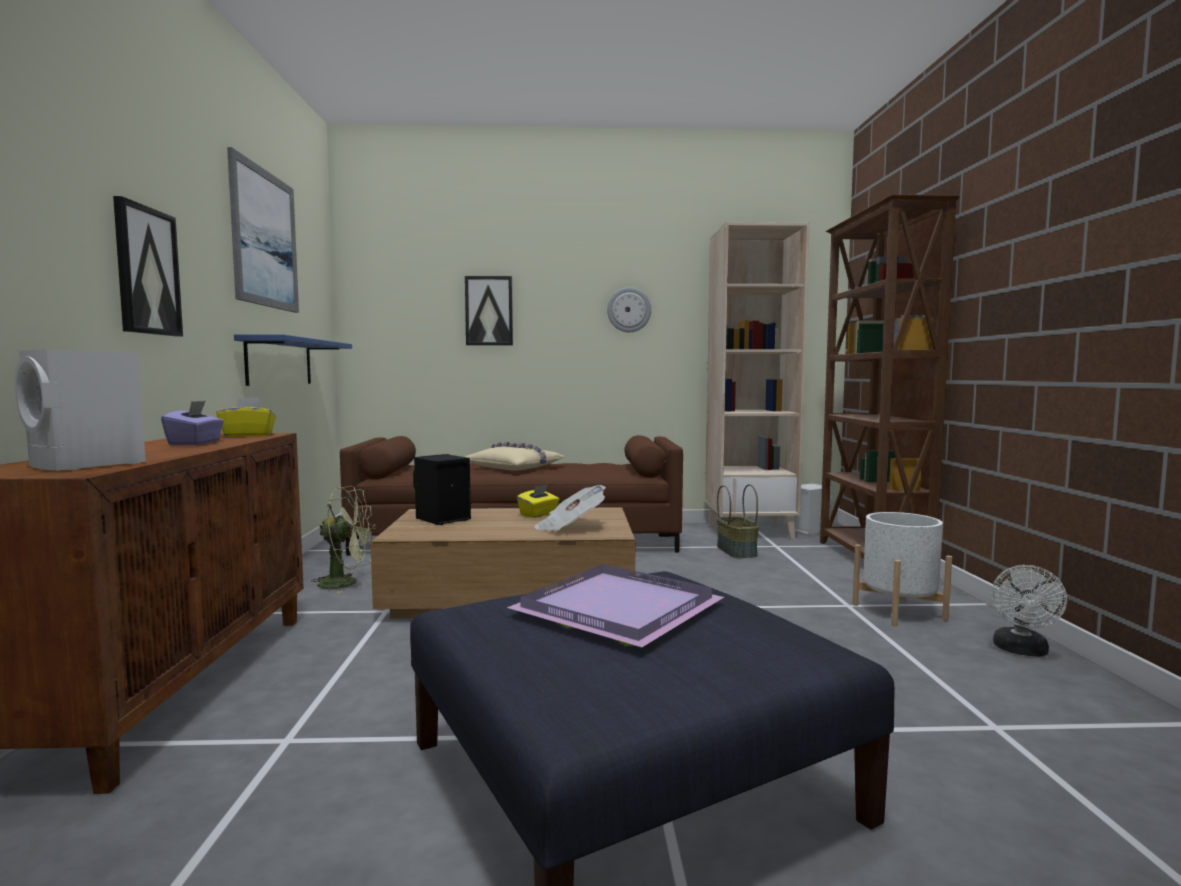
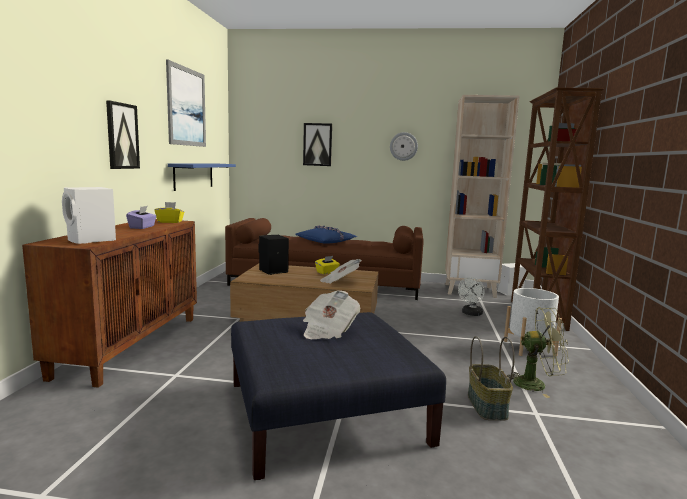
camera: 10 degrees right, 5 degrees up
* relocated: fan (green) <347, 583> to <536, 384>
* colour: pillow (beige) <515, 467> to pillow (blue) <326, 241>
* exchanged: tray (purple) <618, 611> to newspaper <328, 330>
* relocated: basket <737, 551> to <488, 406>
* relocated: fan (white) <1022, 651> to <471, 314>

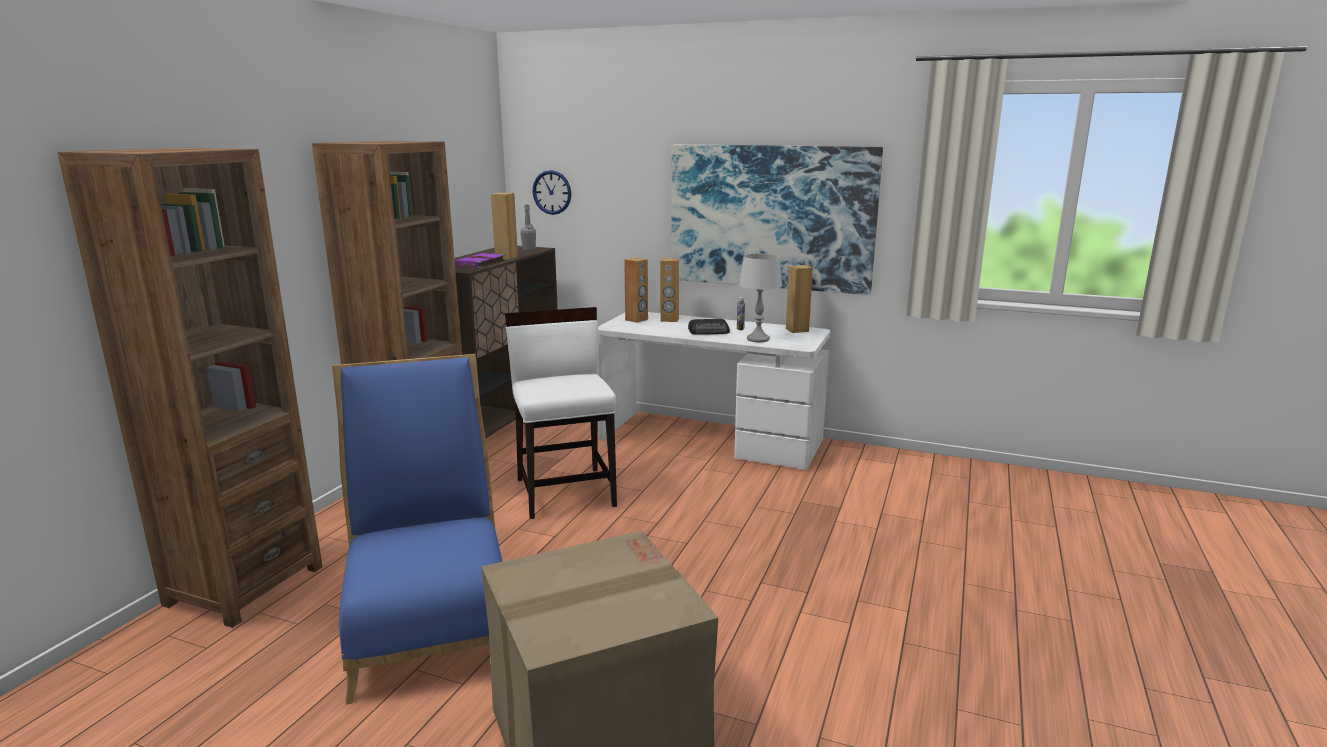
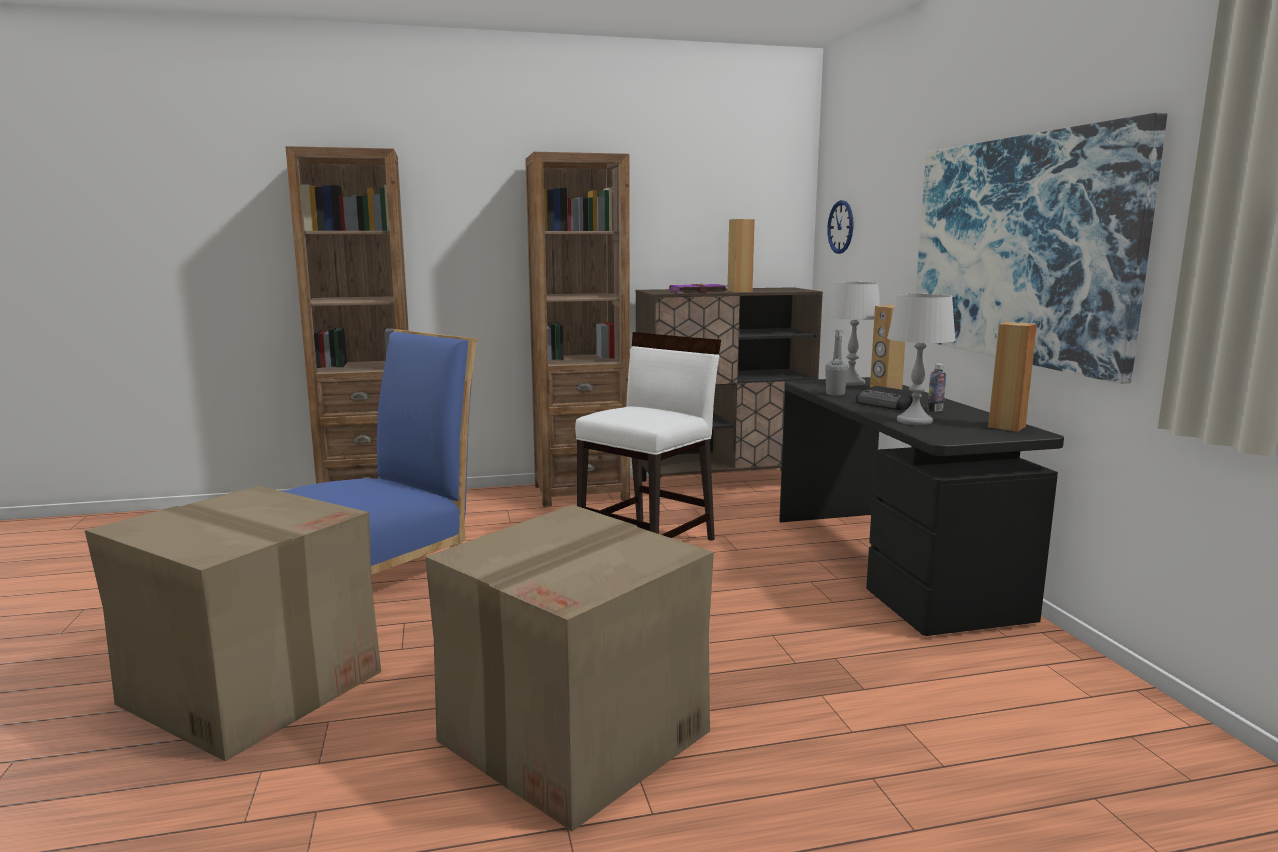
camera: 55 degrees right, 5 degrees down
* relocated: bottle (grey) <529, 250> to <835, 394>
* colour: desk (white) <710, 439> to desk (black) <891, 564>
* exchanged: speaker (brown) <637, 319> to table lamp (grey) <851, 383>
* appeared: cardboard box <576, 735>

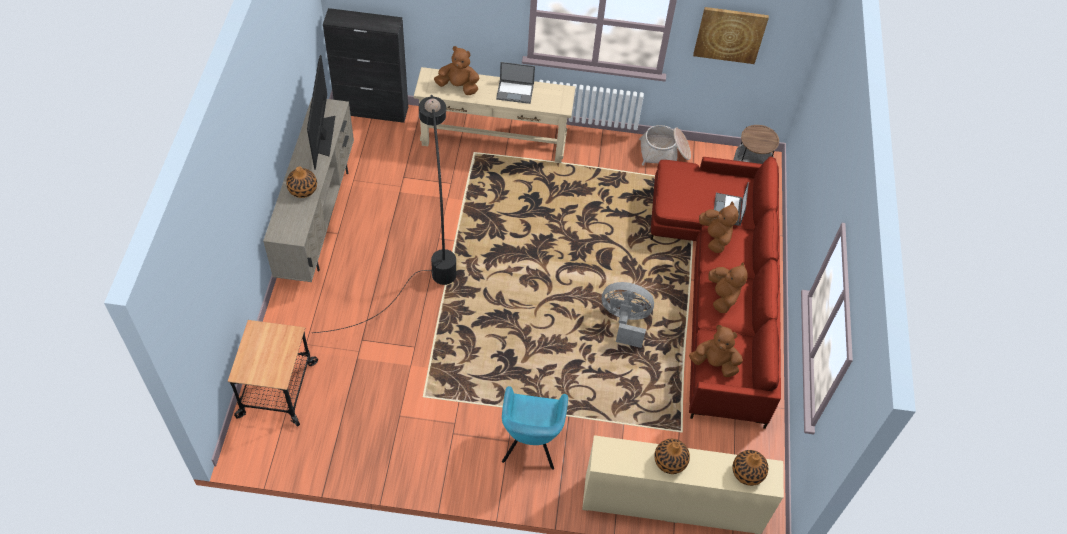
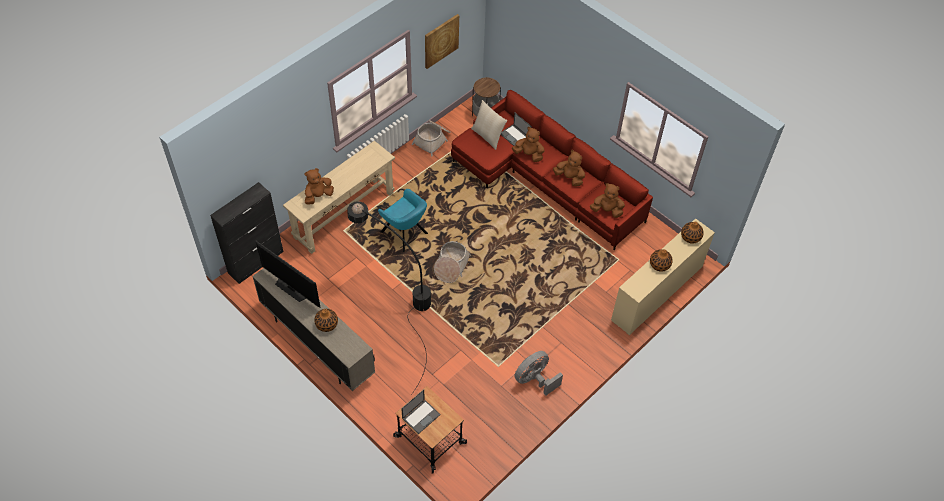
camera: 50 degrees left, 0 degrees up
* relocated: laptop <515, 91> to <421, 416>
* relocated: armchair (turquoise) <530, 444> to <405, 234>
* relocated: fan (grey) <625, 321> to <534, 379>
* spun: plush toy (brown) <714, 363> = <607, 210> 45 degrees clockwise
* appeared: basket <451, 266>
* appeared: pillow (beige) <488, 136>

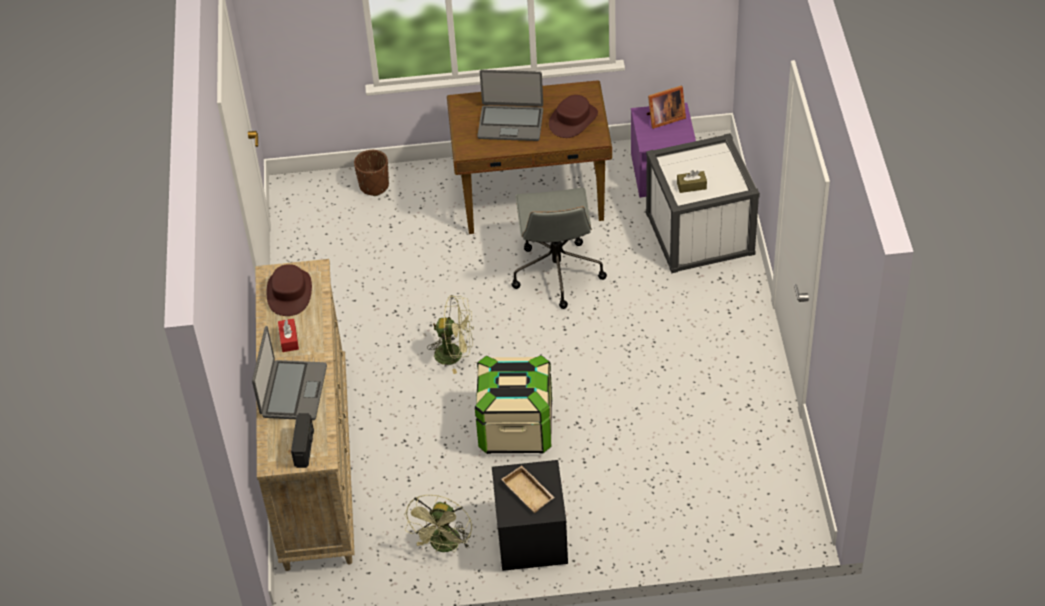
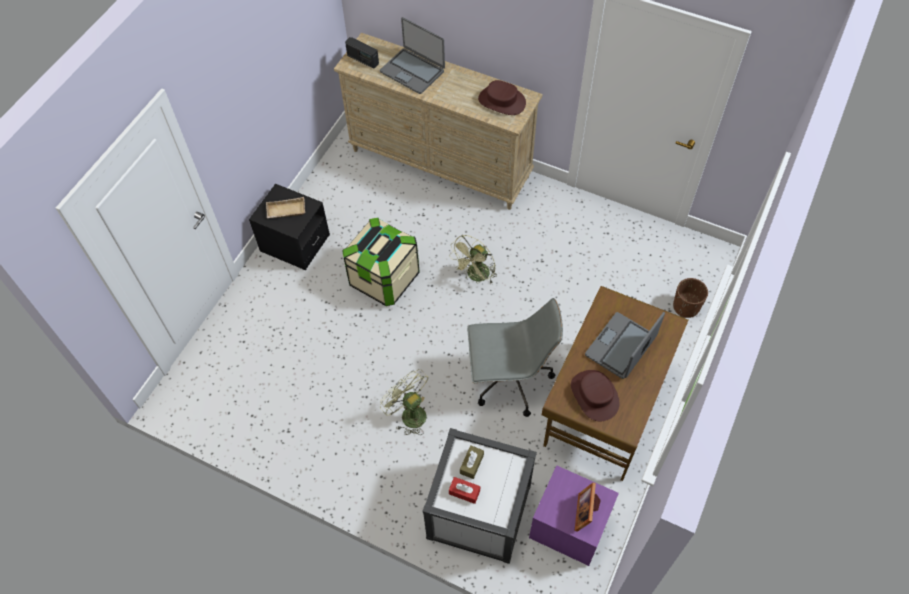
camera: 120 degrees right, 10 degrees up
* relocated: tissue box (red) <289, 339> to <464, 492>
* relocated: fan (green) <444, 546> to <409, 413>
* spun: office chair (grey) <556, 272> = <509, 380> 150 degrees clockwise

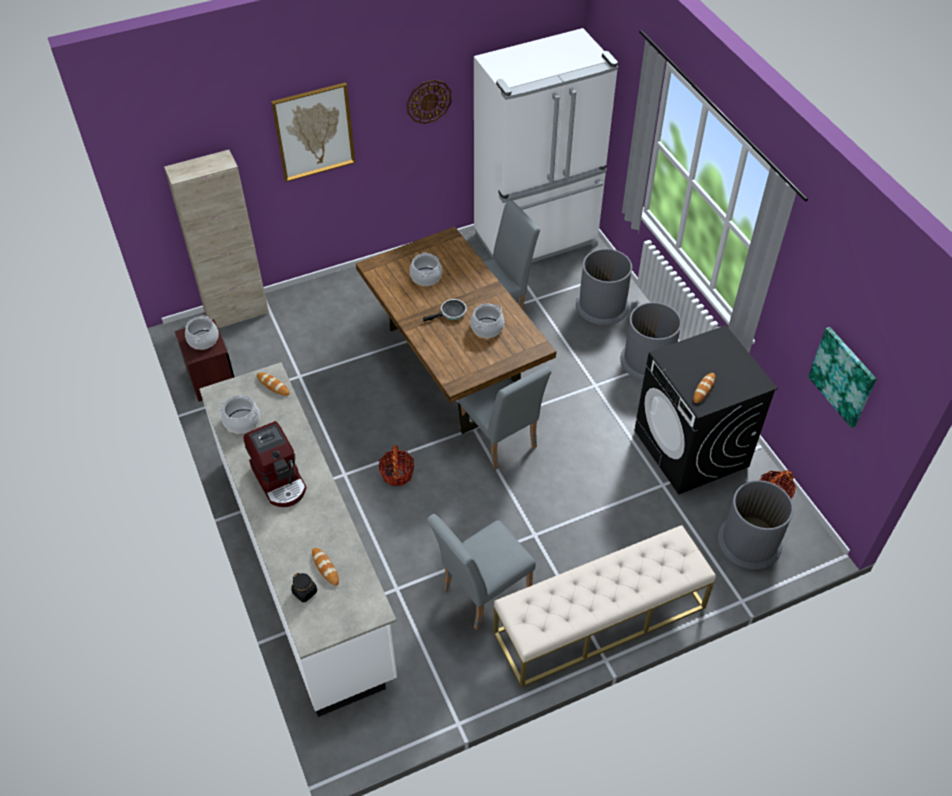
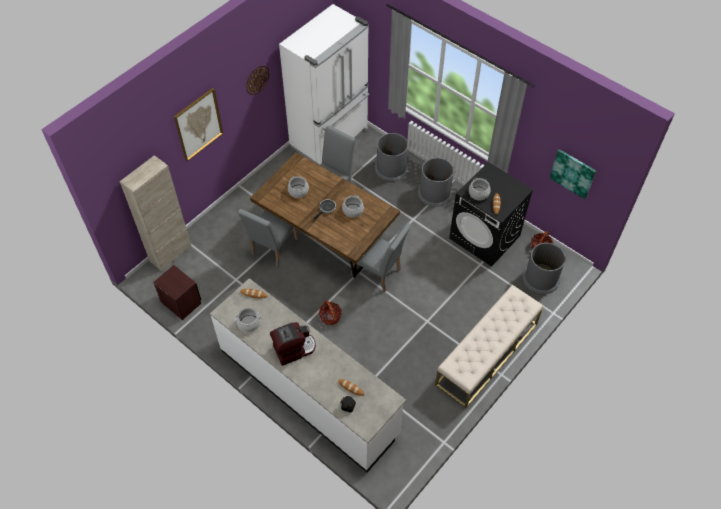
camera: 25 degrees left, 5 degrees up
* relocated: cooking pot <203, 340> to <479, 193>
* spun: coffee machine <280, 480> = <294, 349> 60 degrees counterclockwise
* relocated: chair (grey) <481, 594> to <272, 249>

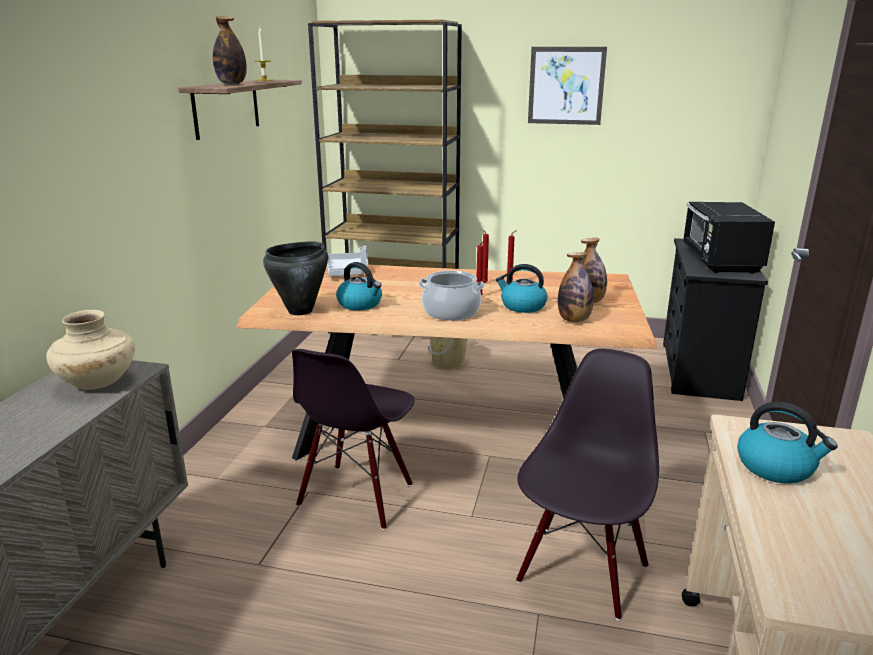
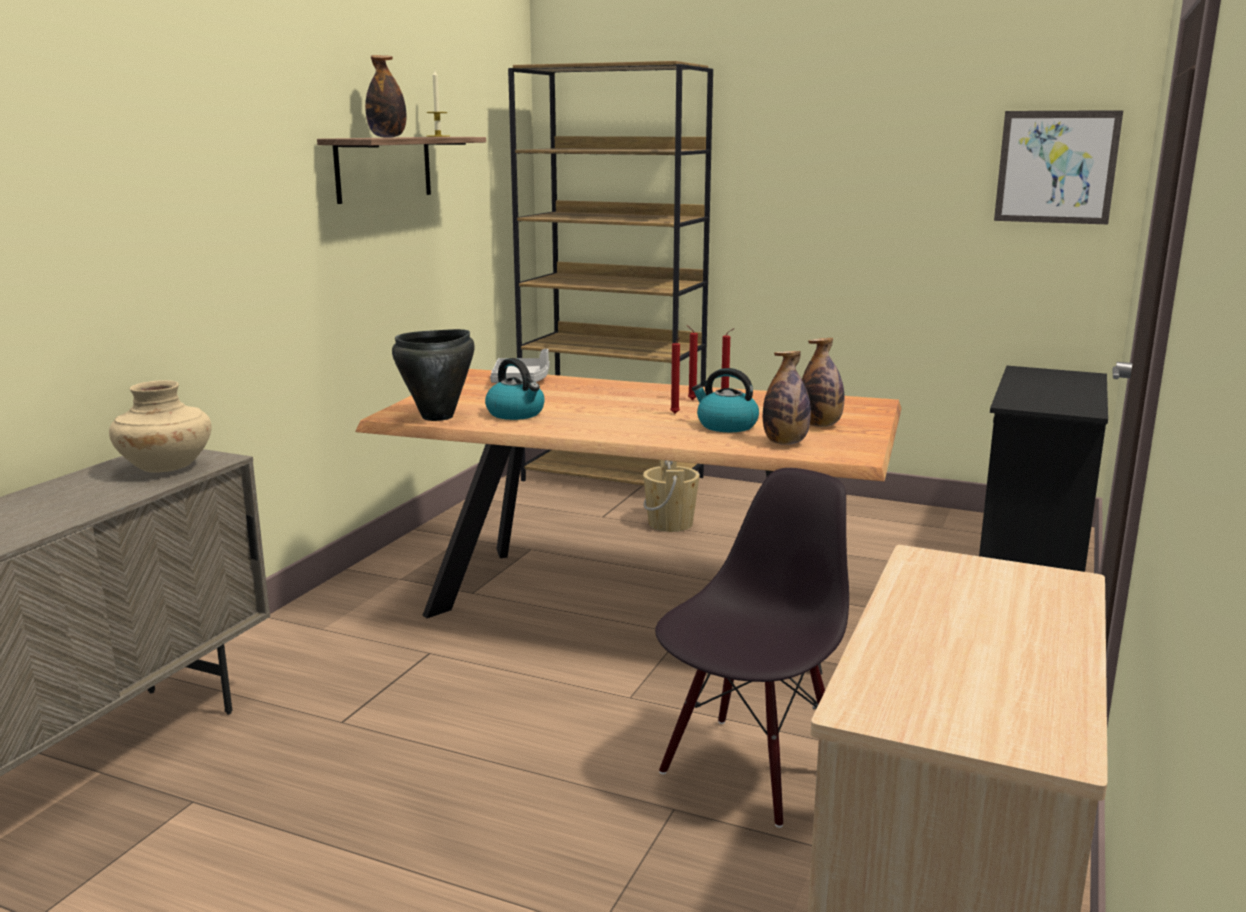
camera: 10 degrees right, 5 degrees down
* missing: chair (black) <357, 496>
* missing: cooking pot <451, 312>
* relocated: picture <566, 86> to <1056, 167>
* missing: microwave (black) <720, 262>
* missing: kettle <776, 467>

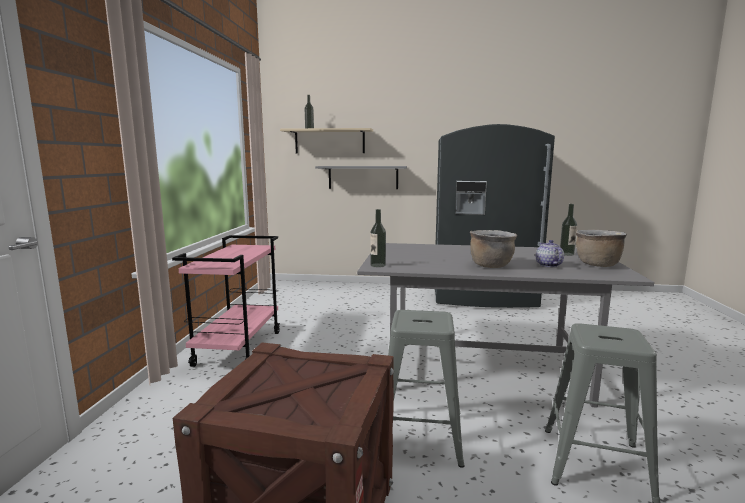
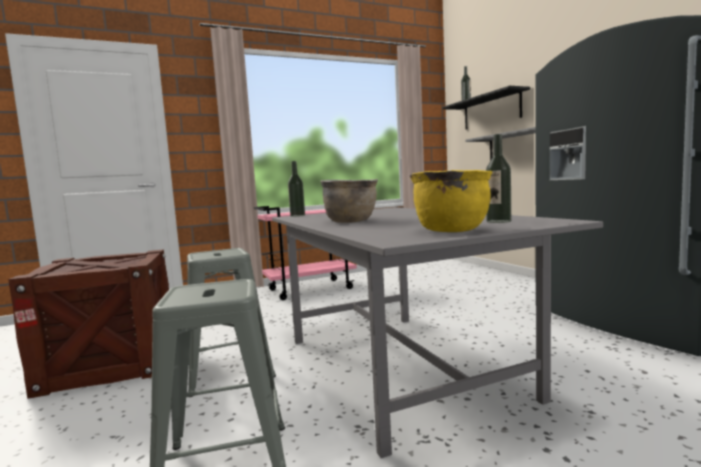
camera: 60 degrees right, 5 degrees down
* colour: shelf (beige) <329, 141> to shelf (black) <491, 111>
* missing: teapot <548, 265>
* colour: cooking pot (brown) <597, 264> to cooking pot (yellow) <451, 230>

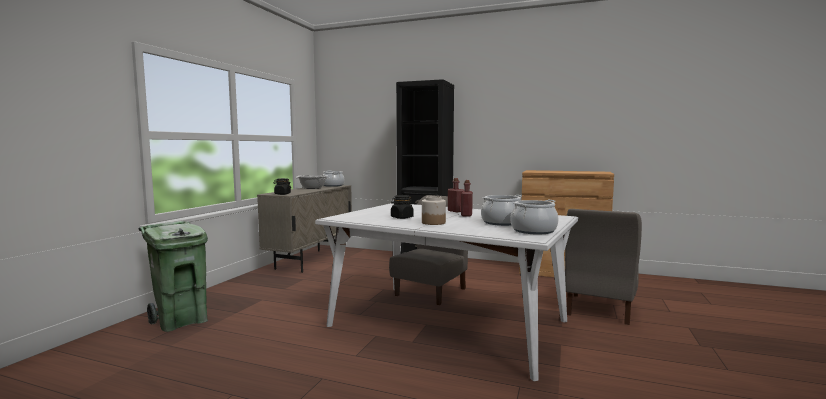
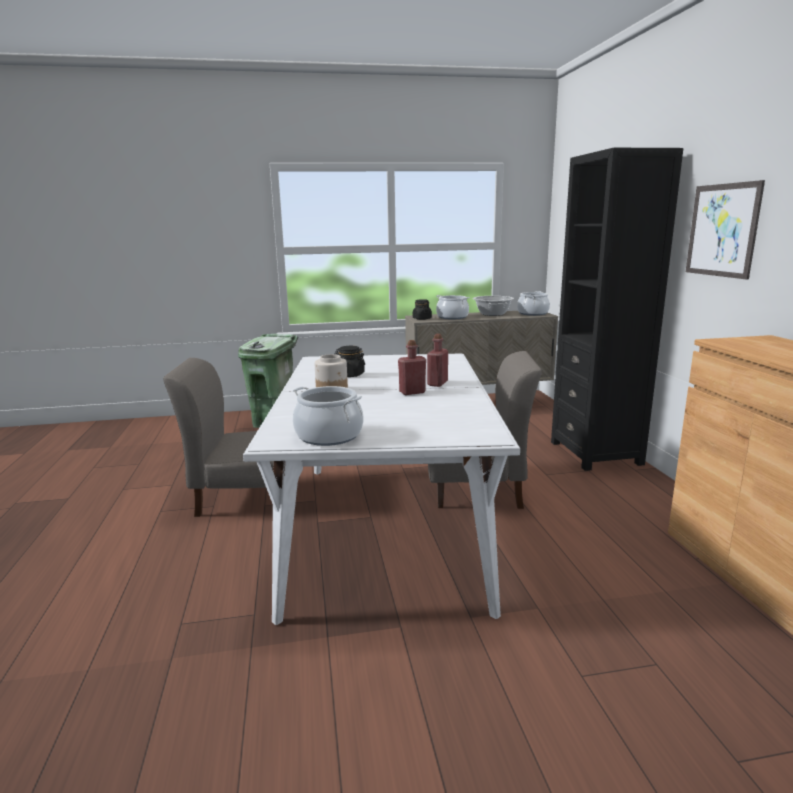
camera: 60 degrees right, 10 degrees up
* relocated: cooking pot <501, 222> to <452, 317>
* relocated: chair (grey) <598, 309> to <244, 497>
* appeared: picture <722, 230>

